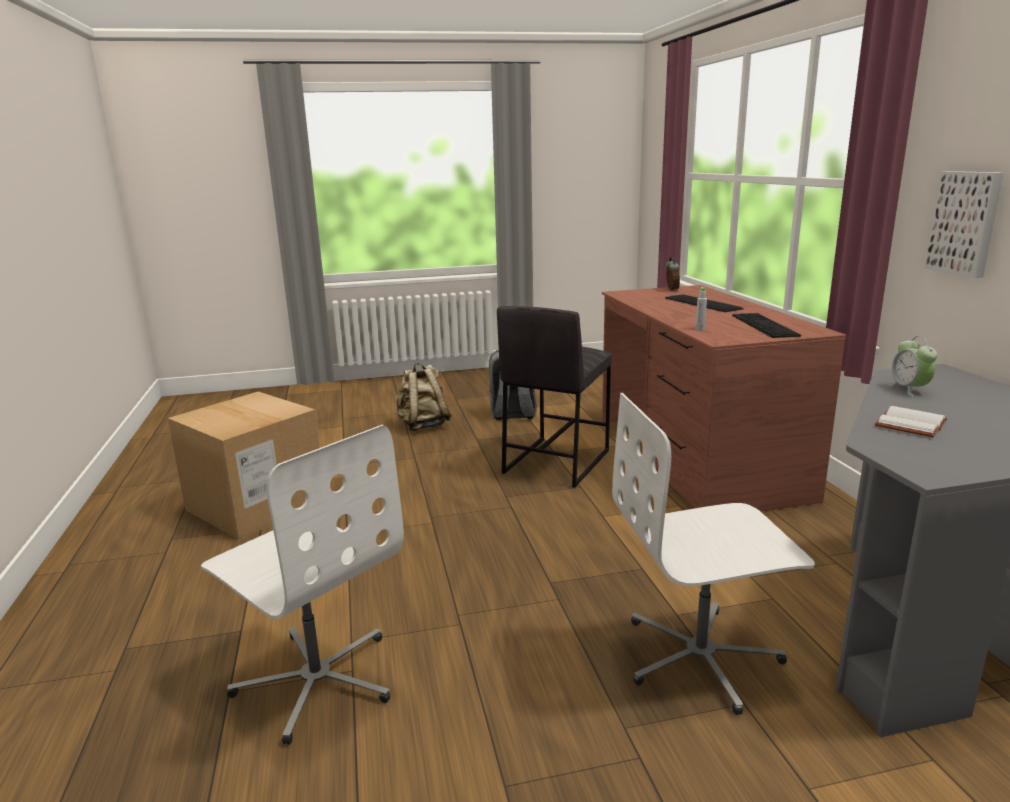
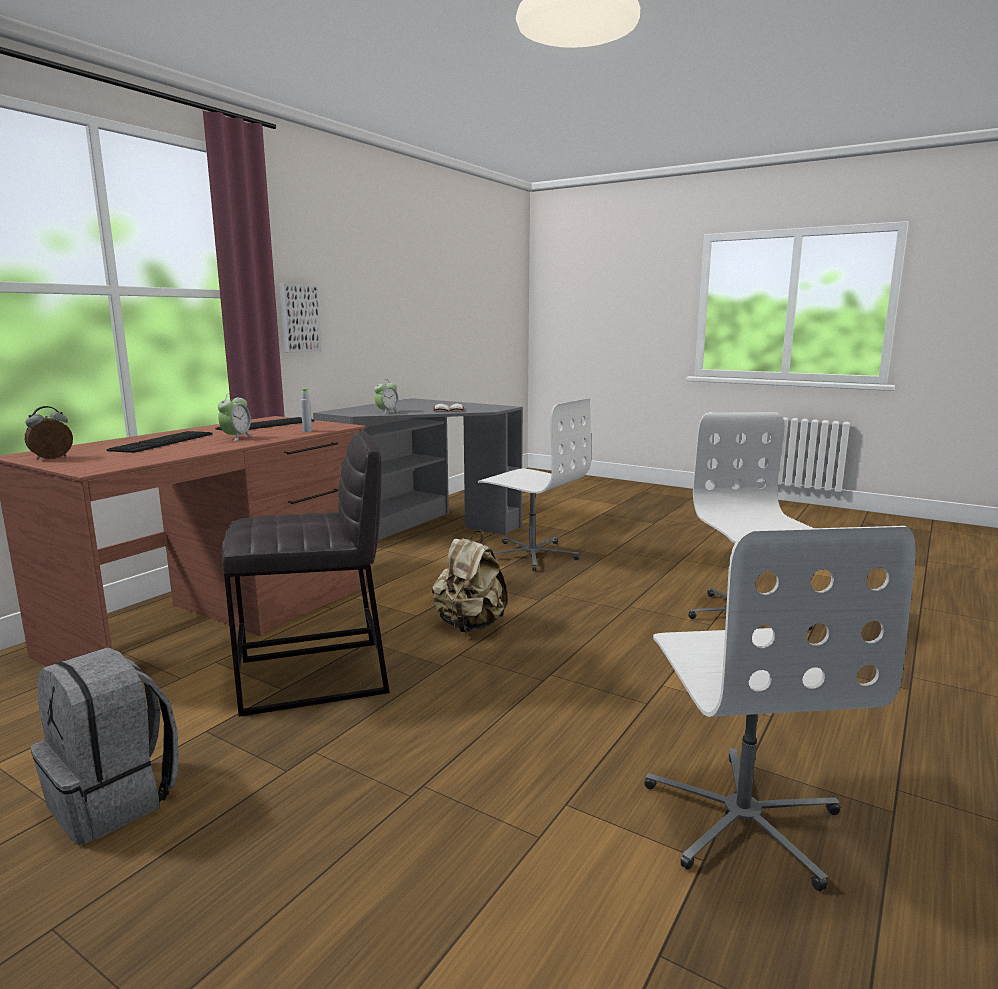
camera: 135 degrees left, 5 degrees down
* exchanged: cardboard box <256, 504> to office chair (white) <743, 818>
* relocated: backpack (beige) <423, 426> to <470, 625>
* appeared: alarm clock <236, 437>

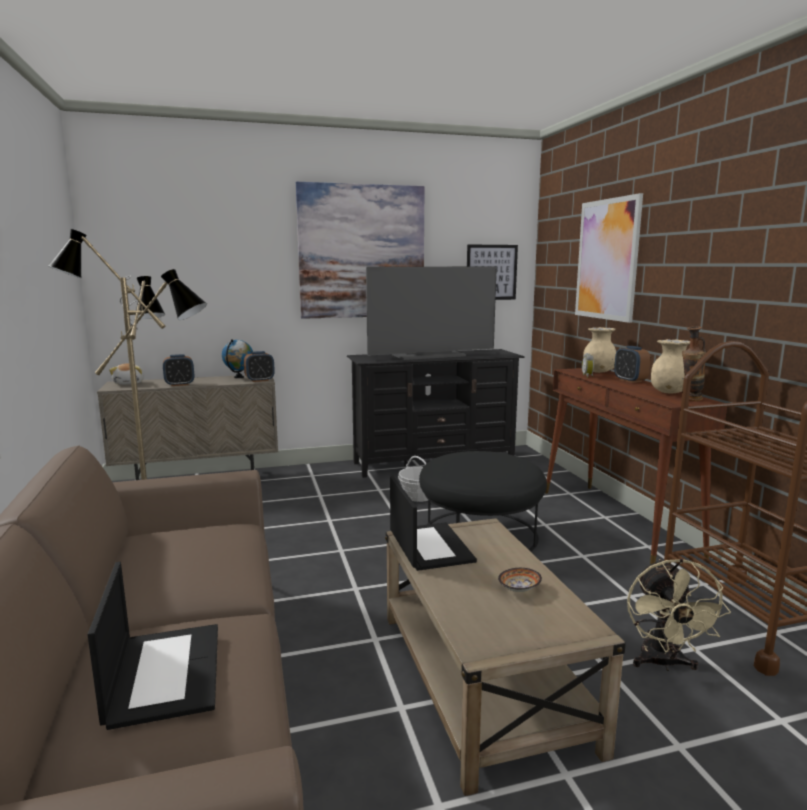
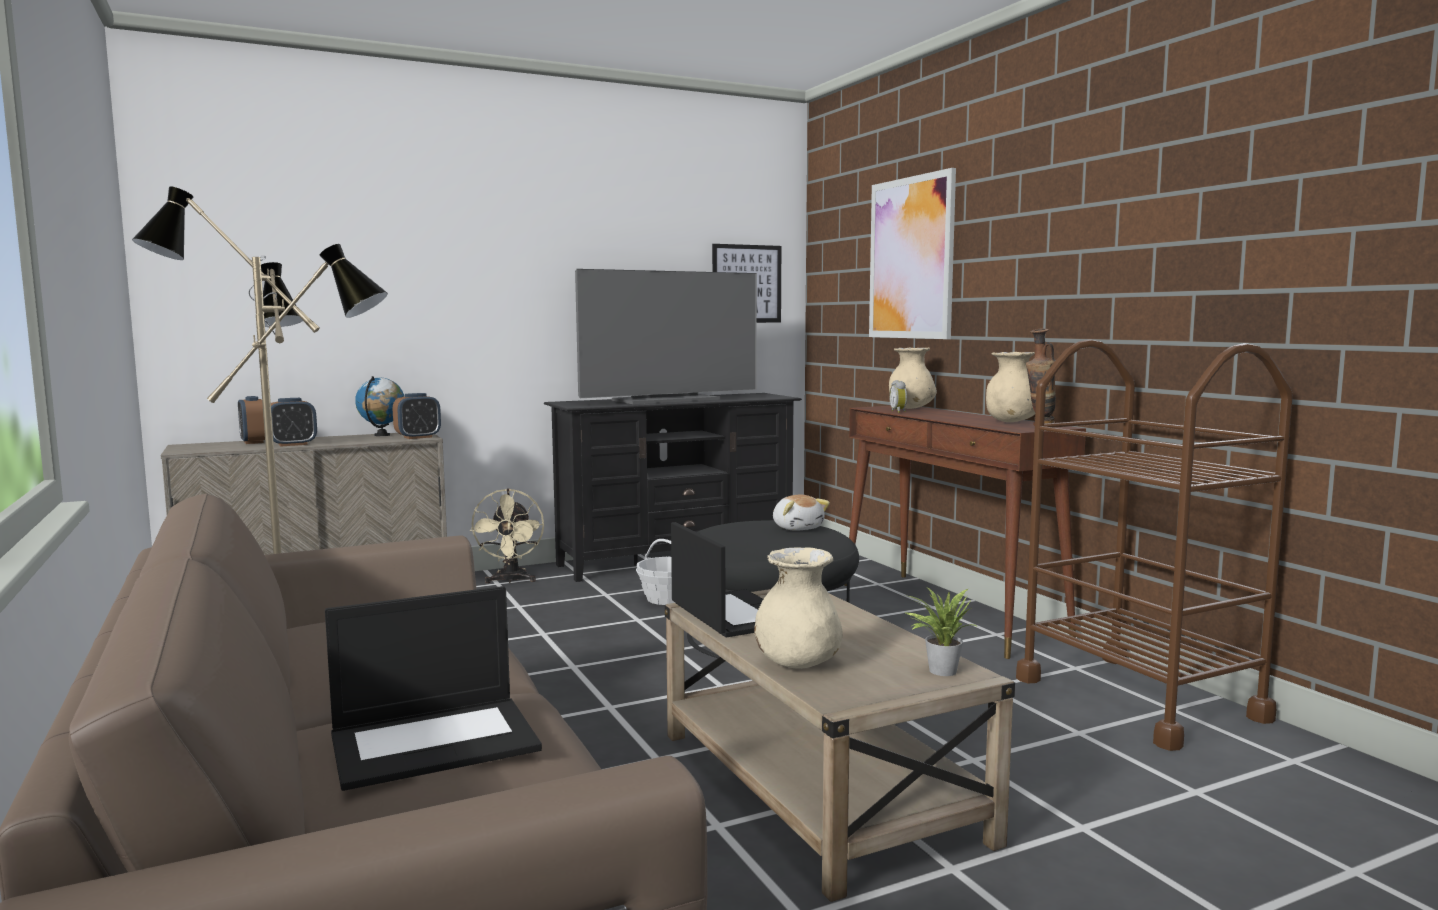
camera: 10 degrees left, 5 degrees down
* spun: laptop <164, 672> = <436, 741> 90 degrees clockwise
* relocated: plush toy <129, 383> to <798, 528>
* missing: picture <362, 252>
* missing: bowl <518, 589>
* relocated: alarm clock <630, 380> to <253, 442>
* relocated: fan (beige) <663, 663> to <510, 580>
* appeared: vase (beige) <797, 664>
* appeared: potted plant <939, 670>

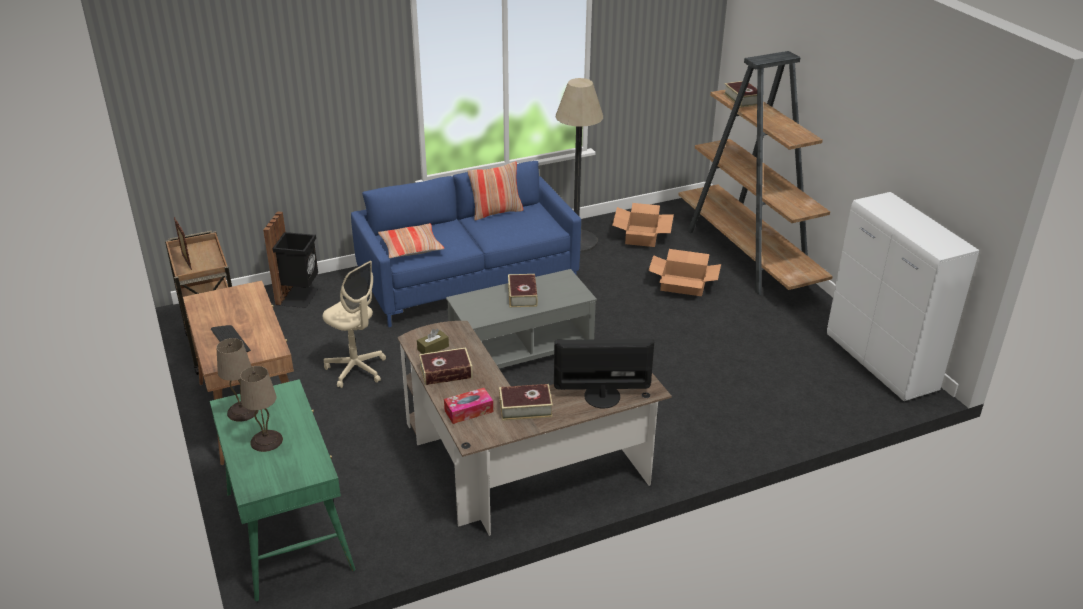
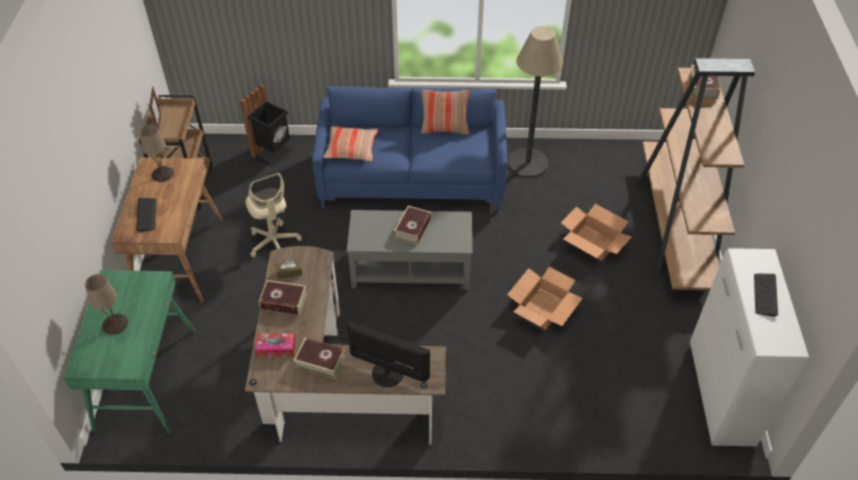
camera: 25 degrees right, 15 degrees up
* relocated: table lamp (beige) <243, 411> to <162, 173>
* relocated: cardboard box <642, 236> to <542, 308>
* appeared: keyboard <765, 295>

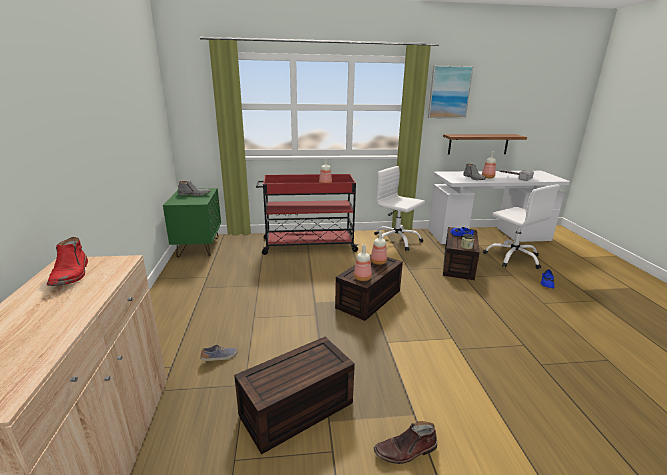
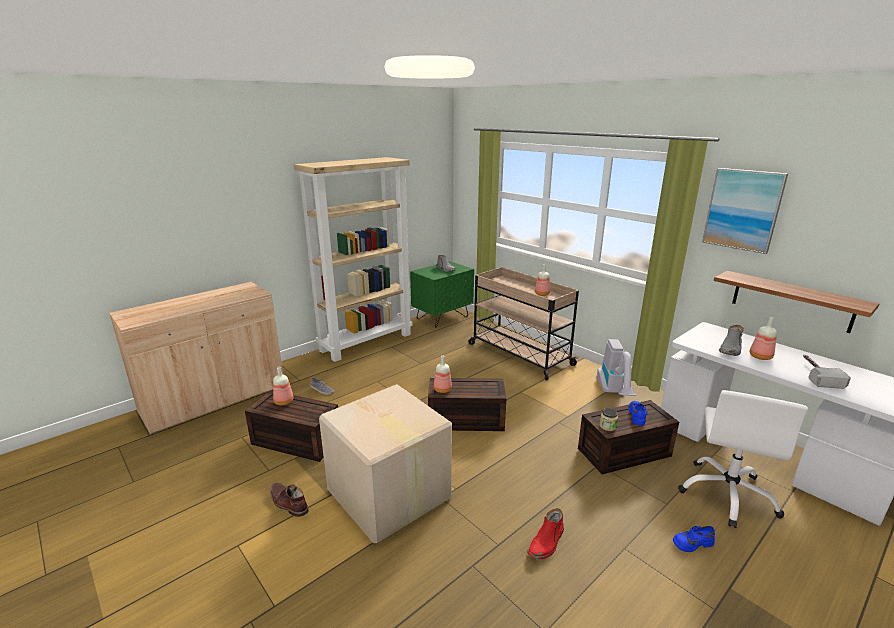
camera: 55 degrees right, 0 degrees up
* relocated: boot (red) <71, 274> to <546, 542>
* colour: cart (red) <308, 245> to cart (beige) <518, 354>
* relocated: bottle <377, 262> to <283, 401>
* exchanged: office chair (white) <396, 240> to vacuum cleaner <614, 393>
* appeared: bookcase (beige) <366, 342>
* appeared: cardboard box <388, 495>

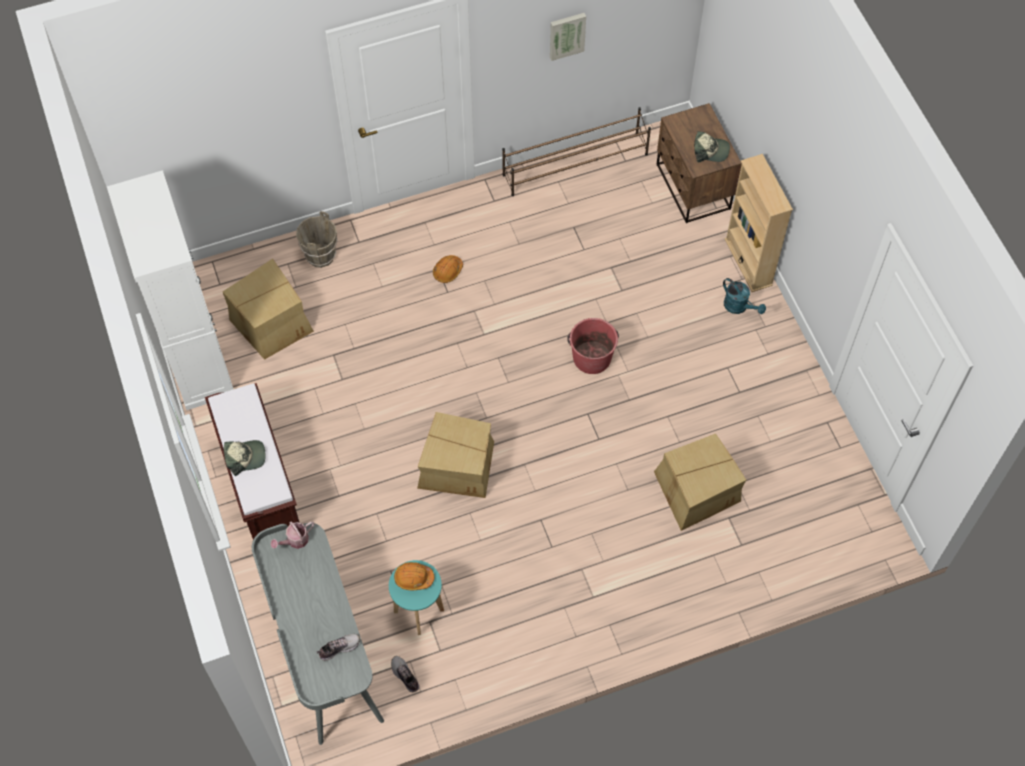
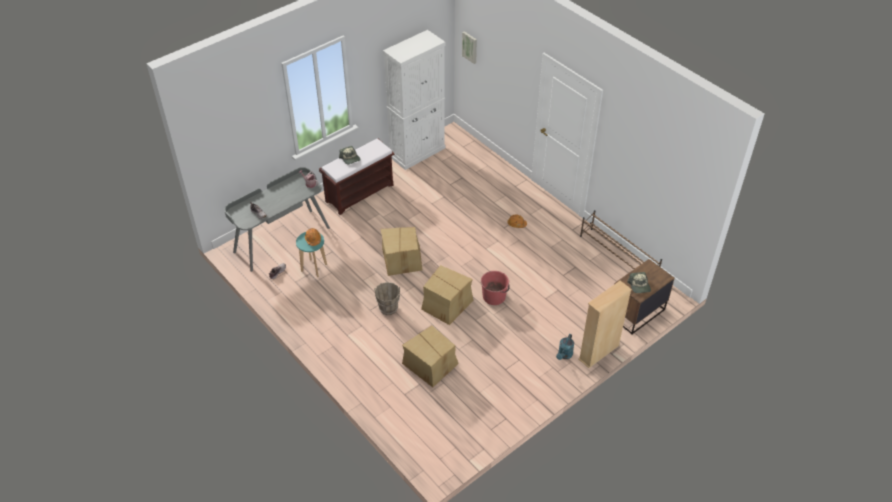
camera: 70 degrees right, 15 degrees down
* relocated: cardboard box <272, 322> to <446, 304>
* relocated: bucket (brown) <320, 256> to <388, 308>
* relocated: picture <566, 35> to <470, 47>

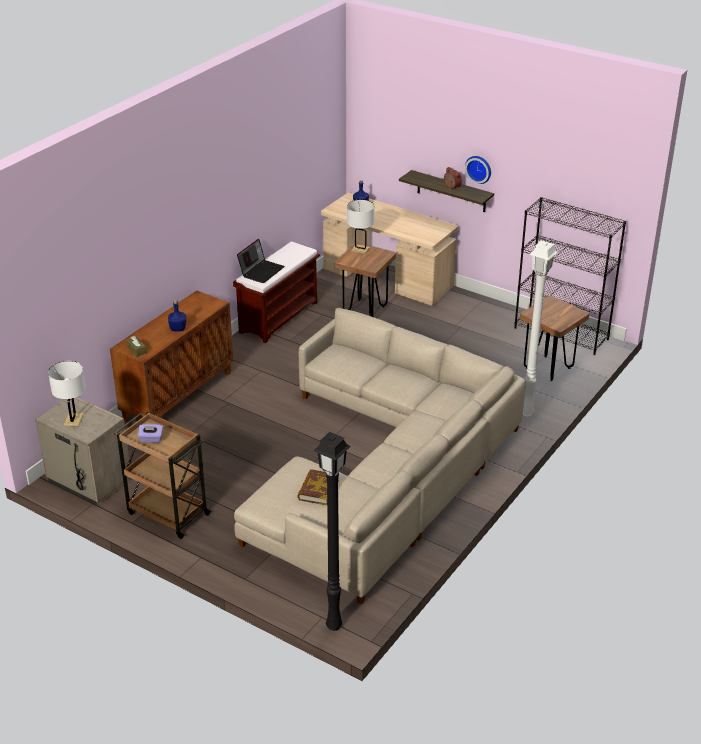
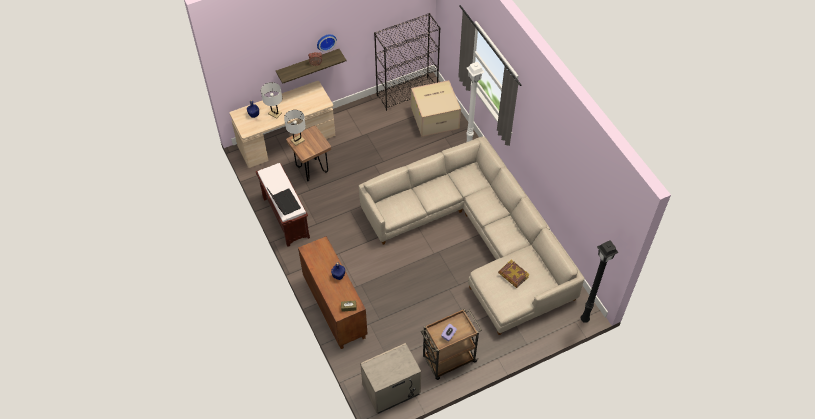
camera: 60 degrees left, 20 degrees up
* relocated: table lamp (white) <73, 420> to <275, 113>
* exchanged: stool (brown) <548, 368> to cardboard box <435, 117>

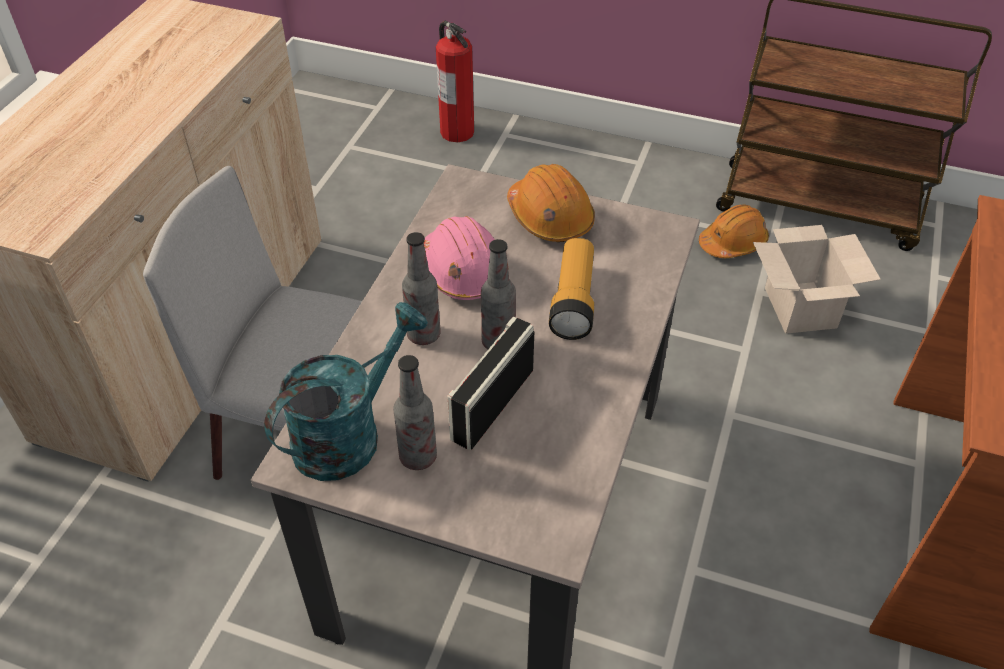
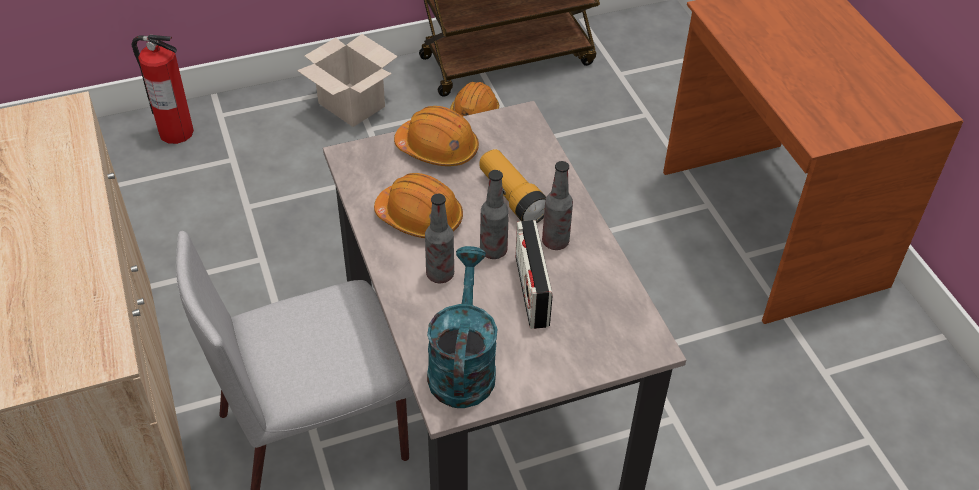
camera: 40 degrees left, 0 degrees up
* relocated: bottle <418, 457> to <555, 242>
* colour: hard hat (pink) <463, 271> to hard hat (orange) <420, 217>
* relocated: cardboard box <802, 309> to <353, 105>

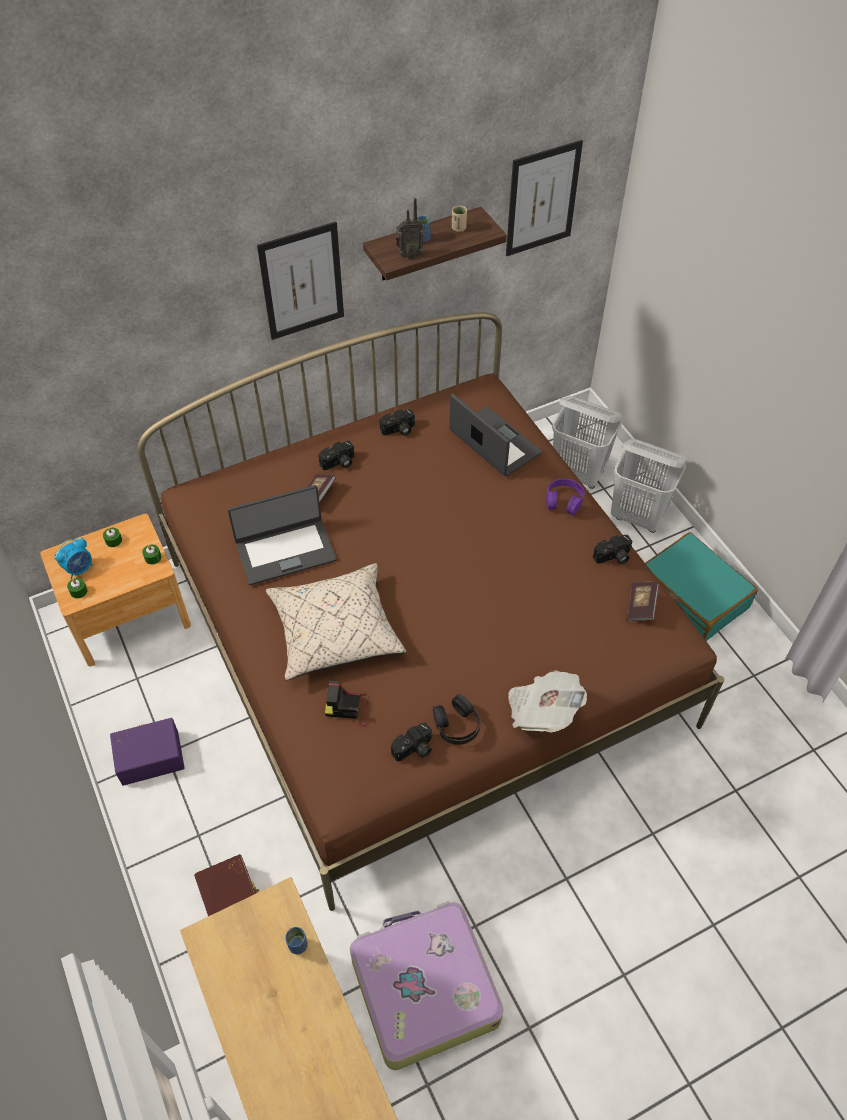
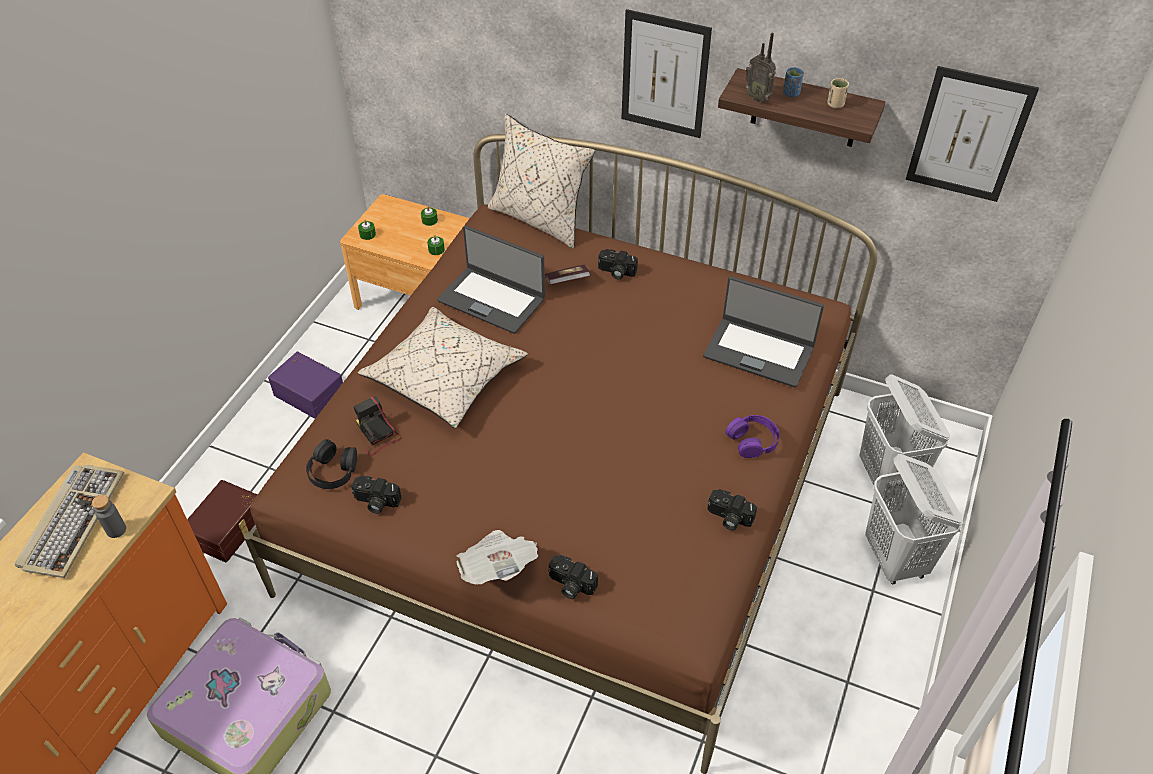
camera: 50 degrees right, 5 degrees down
* missing: alarm clock <79, 569>
* exchanged: cup (blue) <298, 945> to bottle (grey) <116, 530>
* relocated: photo camera <398, 430> to <570, 585>
* relocated: headphones (black) <456, 724> to <333, 470>
* spun: laptop <494, 443> = <759, 351> 105 degrees clockwise
* missing: book <641, 606>
* missing: suitcase (turquoise) <692, 596>
* appeared: keyboard <72, 521>
* appeared: pillow (beige) <540, 219>

